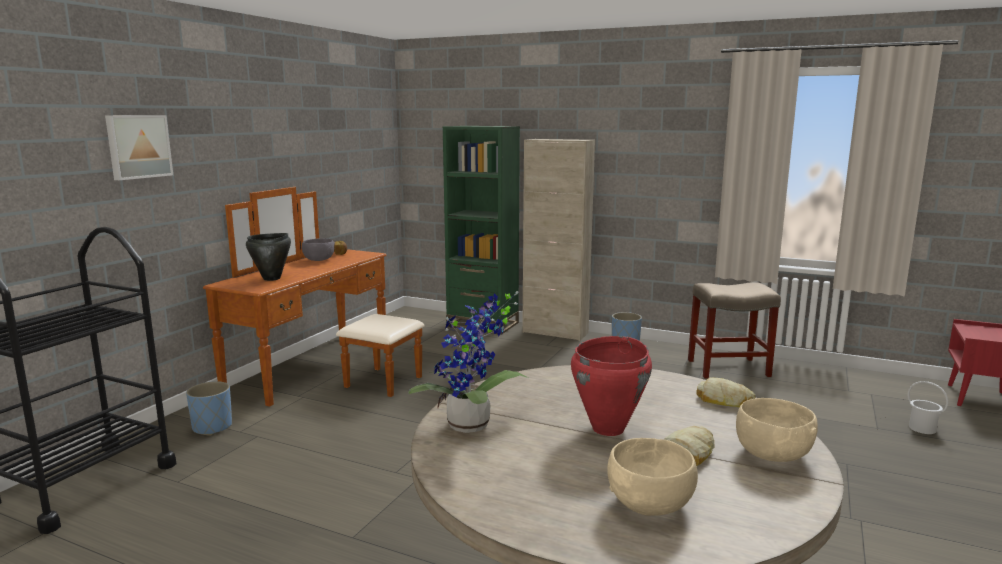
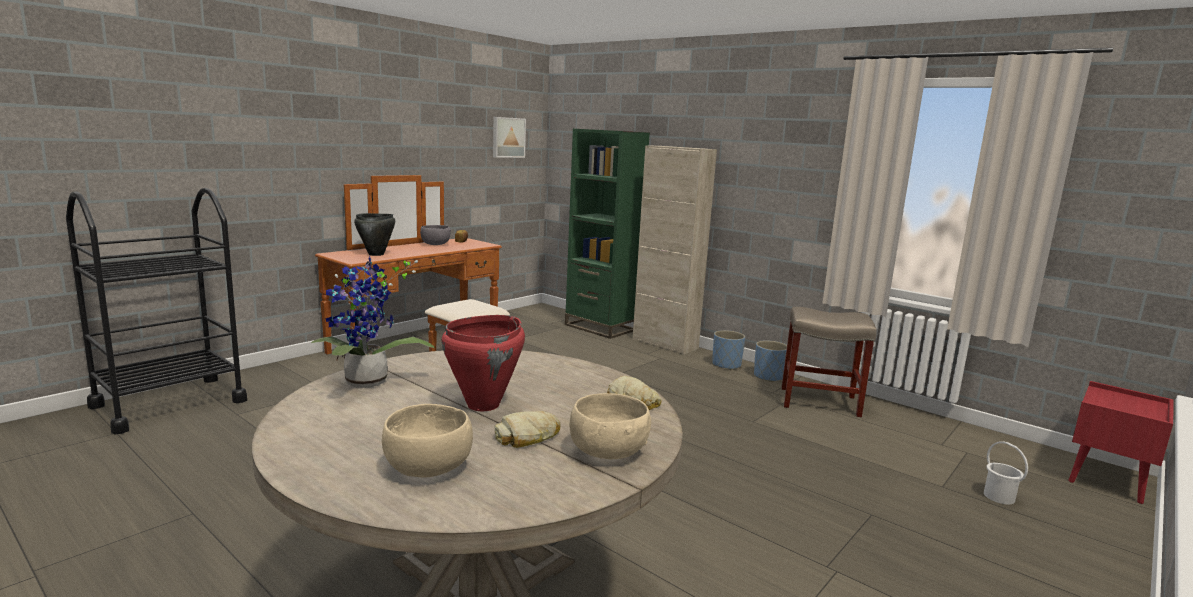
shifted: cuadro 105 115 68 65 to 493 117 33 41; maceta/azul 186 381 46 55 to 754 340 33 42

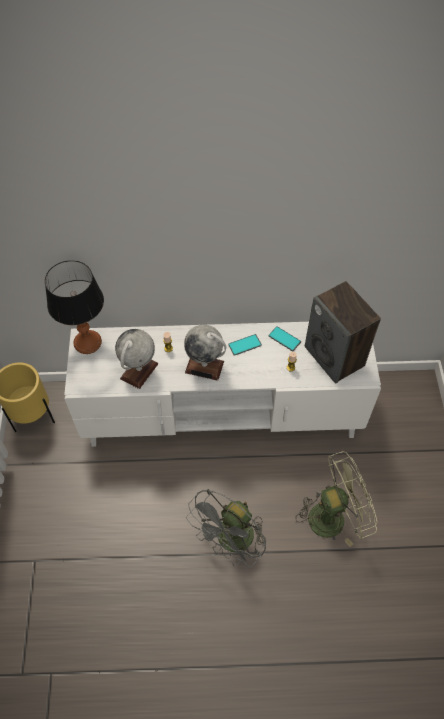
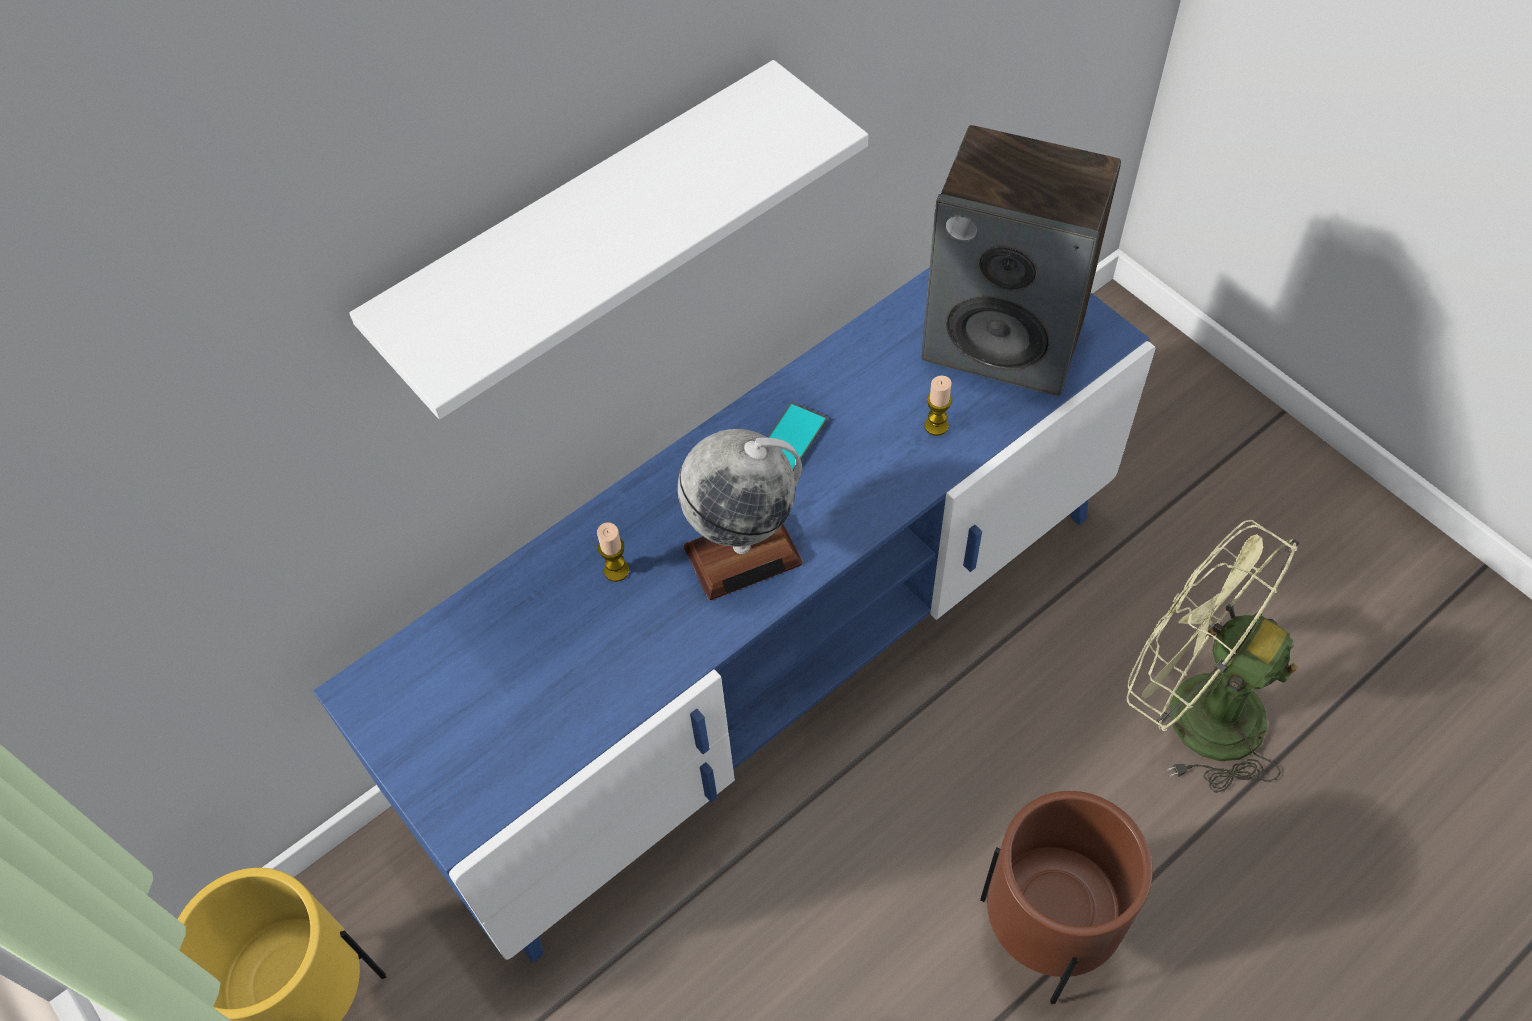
gone: lámpara de mesa 45 260 59 94; globo terráqueo 115 329 43 60; móvil 269 326 32 25
new: estante/blanco 349 60 519 359
swapped: ventilador/gris 186 489 80 78 to maceta/marrón 980 791 173 213
repainted: mueble de televisión/blanco 64 322 317 125 to mueble de televisión/azul 313 267 843 696
rotated: ventilador/verde 296 451 81 96 = 1127 520 172 273 90 degrees counterclockwise

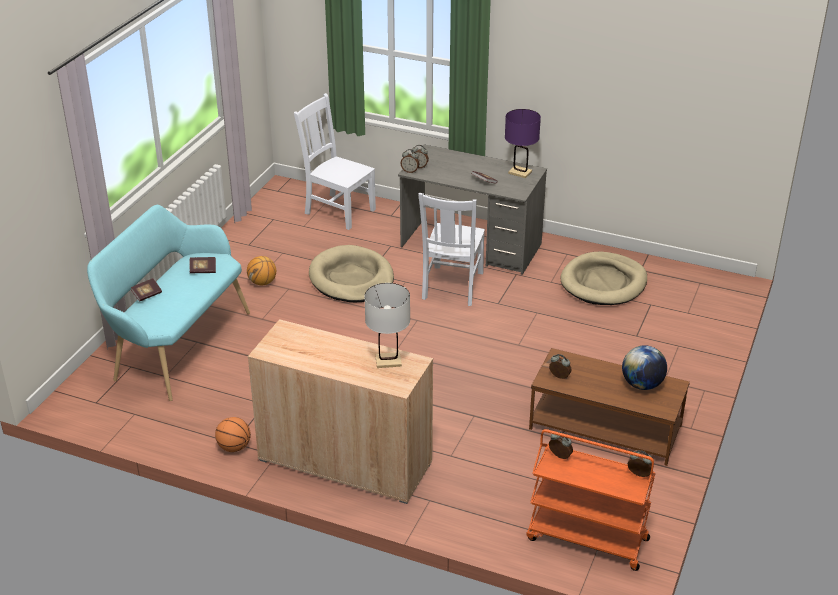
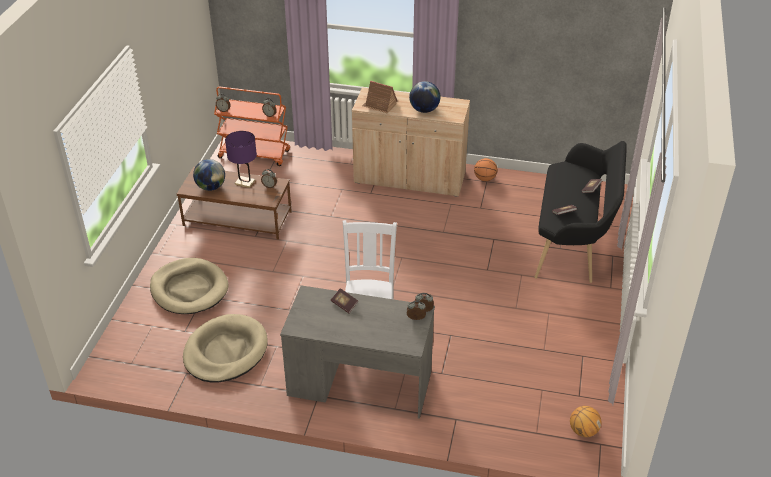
gone: silla/blanco 294 93 82 137
new: globo terráqueo 409 81 31 32
shifted: cama para perro/beis 309 245 85 57 to 150 258 78 56; lámpara de mesa/morado 505 109 36 69 to 225 131 32 57; balón de baloncesto 247 256 29 29 to 570 406 31 31
swapped: lámpara de mesa/blanco 364 283 46 85 to casita 362 81 35 32
repainted: banco/turquesa 87 205 163 196 to banco/negro 534 141 93 142

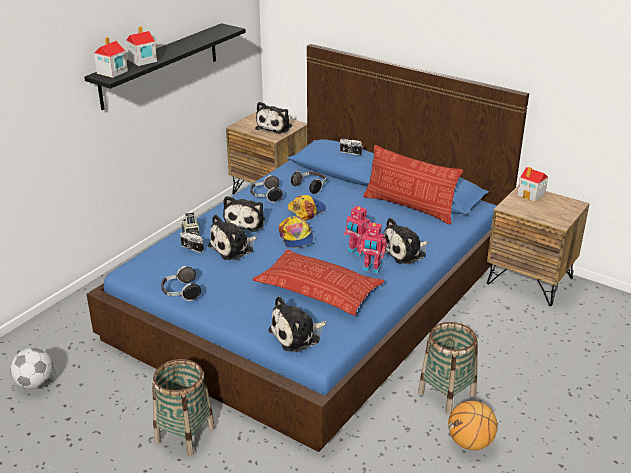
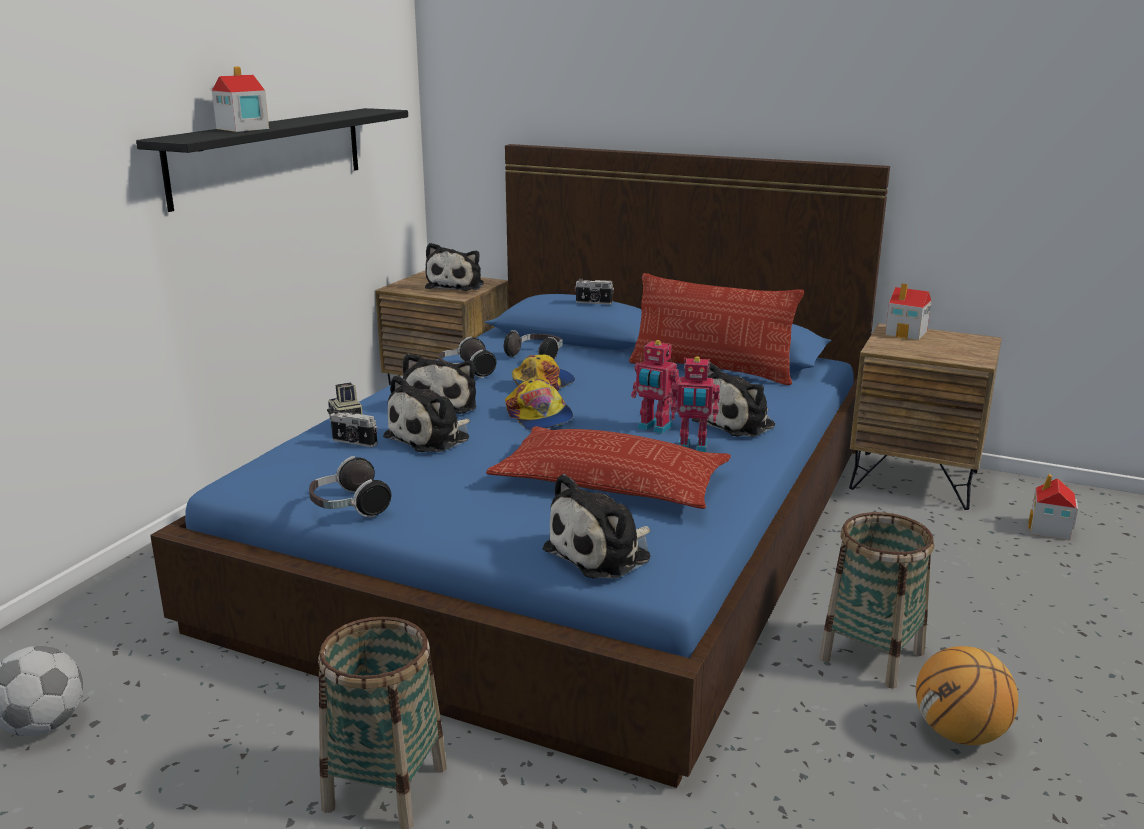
shifted: casita 94 37 34 41 to 1028 474 50 67

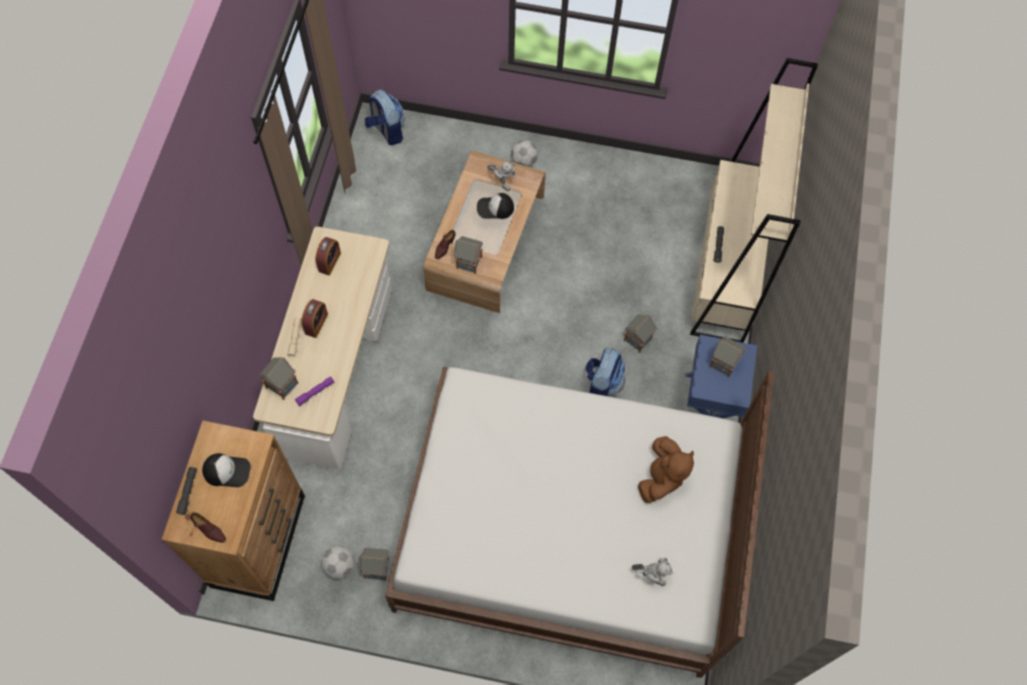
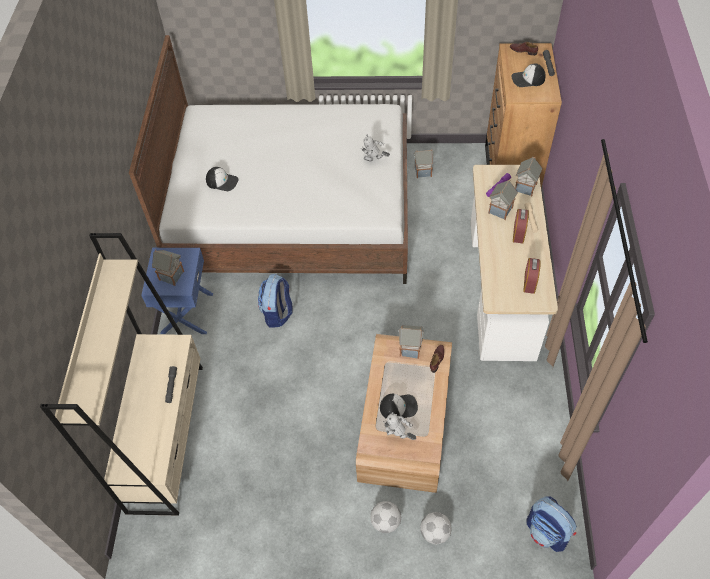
shifted: robot de juguete 632 558 42 28 to 361 134 29 28; balón de fútbol 321 546 33 33 to 420 512 31 33; casita 624 314 33 39 to 488 180 30 40
swapped: peluche/marrón 638 436 56 67 to gorra 206 167 33 24

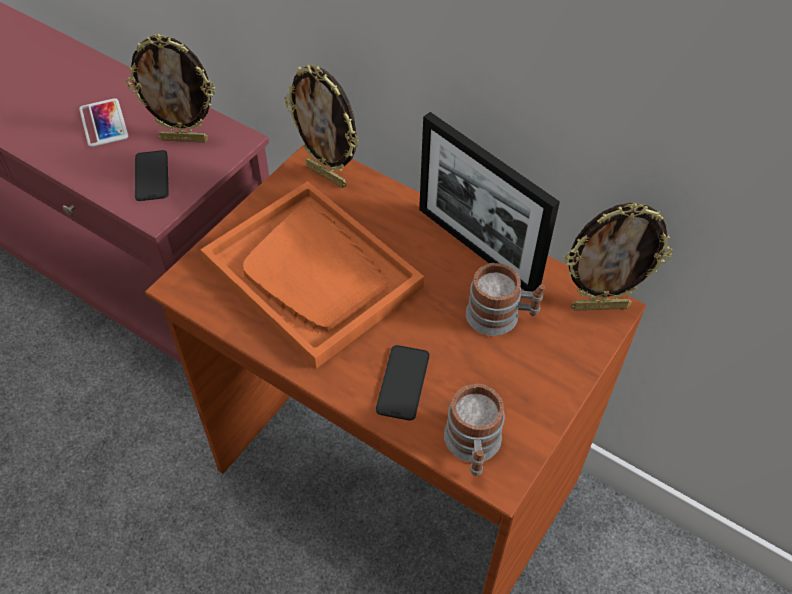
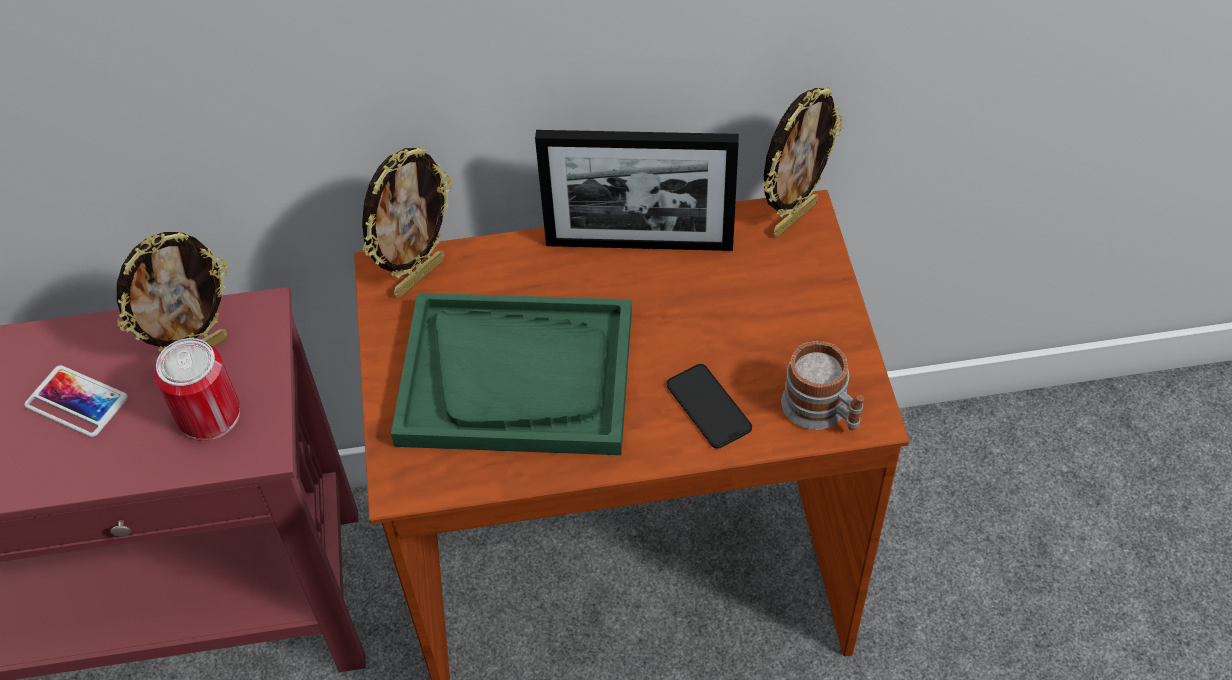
gone: taza grande 466 263 79 73
swapped: móvil 135 150 34 51 to lata 154 338 86 103
repainted: bandeja/naranja 200 181 224 188 to bandeja/verde 391 293 241 162
rotated: portarretratos 284 65 75 123 = 362 146 90 152 45 degrees counterclockwise

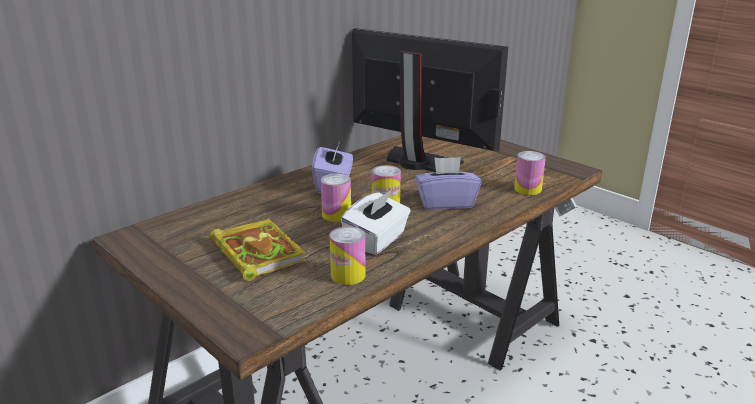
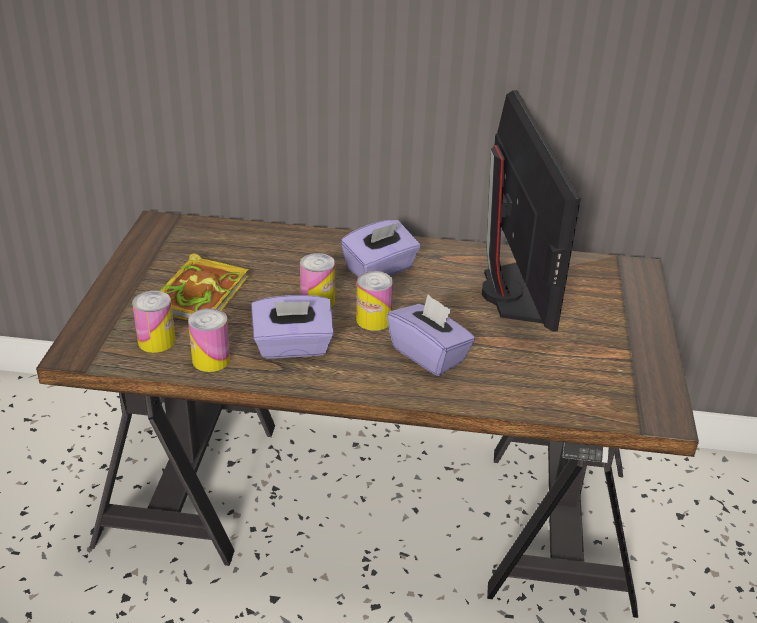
shifted: lata 514 151 32 44 to 132 291 44 62
repainted: caja de pañuelos/blanco 341 190 70 65 to caja de pañuelos/morado 251 295 83 64

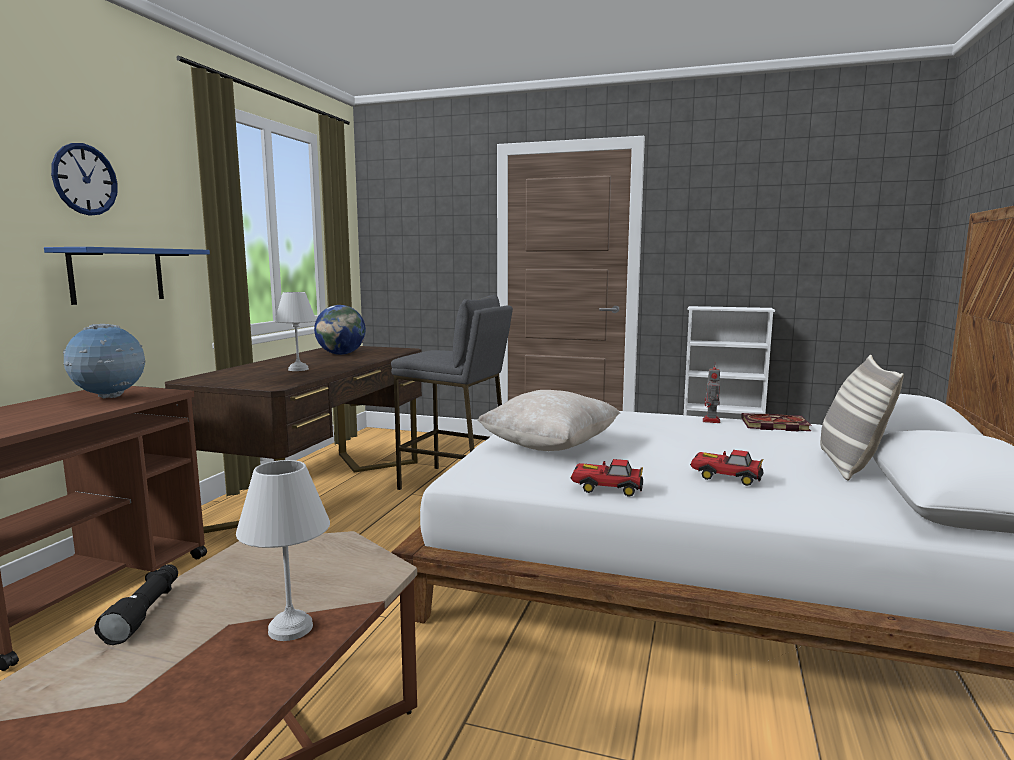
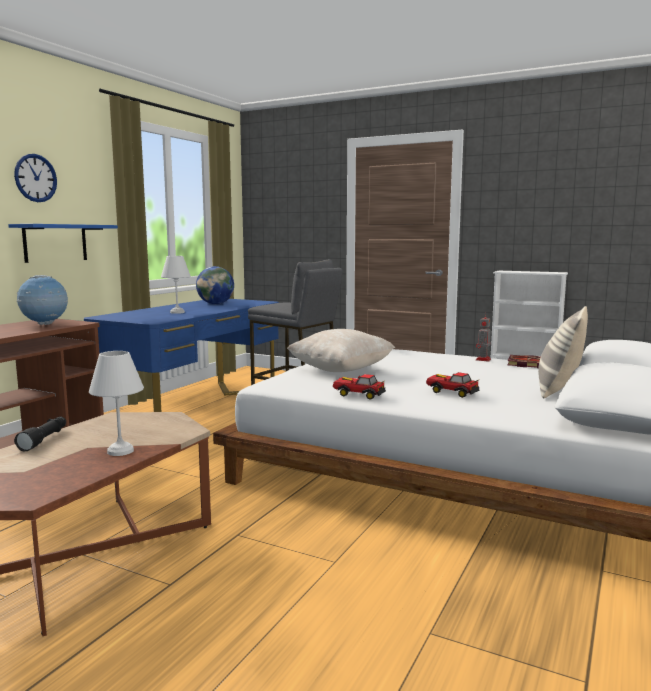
repainted: escritorio/marrón 165 346 257 187 to escritorio/azul 84 299 195 113

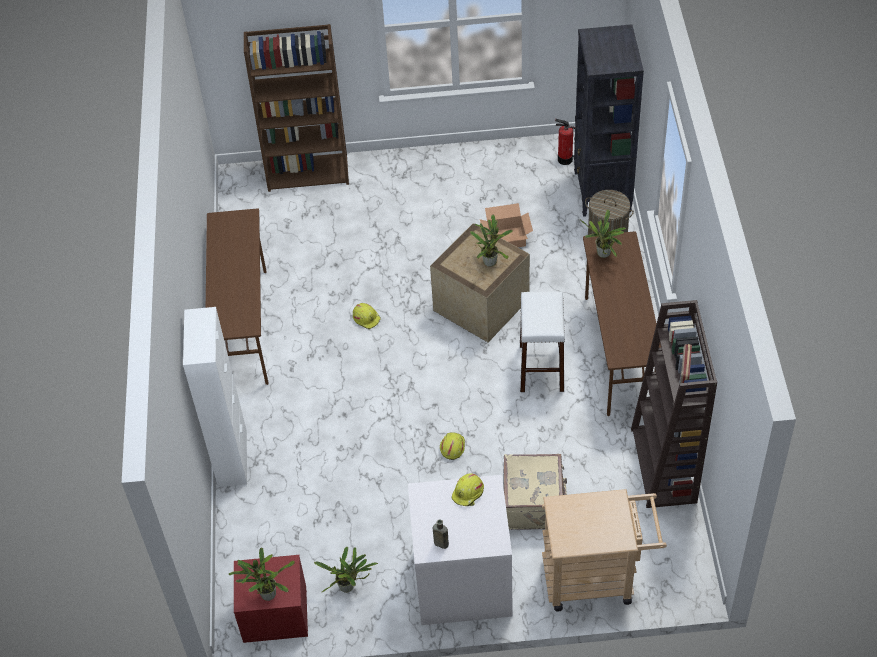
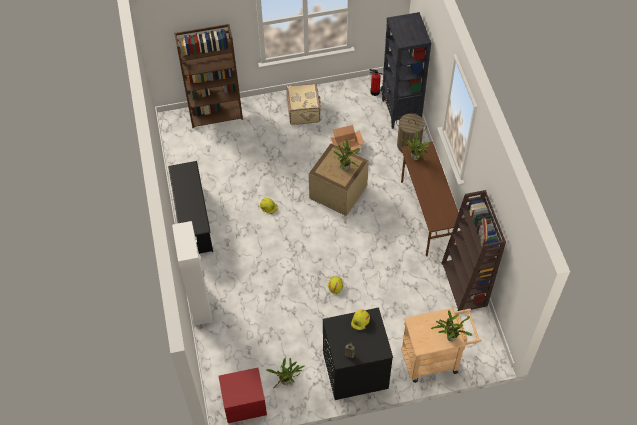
gone: taburete/blanco 520 291 45 101
shifted: maleta/beis 504 454 63 76 to 286 83 35 42; planta en maceta 228 548 67 53 to 431 310 41 32
swapped: escritorio/marrón 206 208 62 177 to zapatero/negro 168 161 45 93
repainted: lavadora/blanco 408 475 105 150 to lavadora/negro 323 307 70 93

